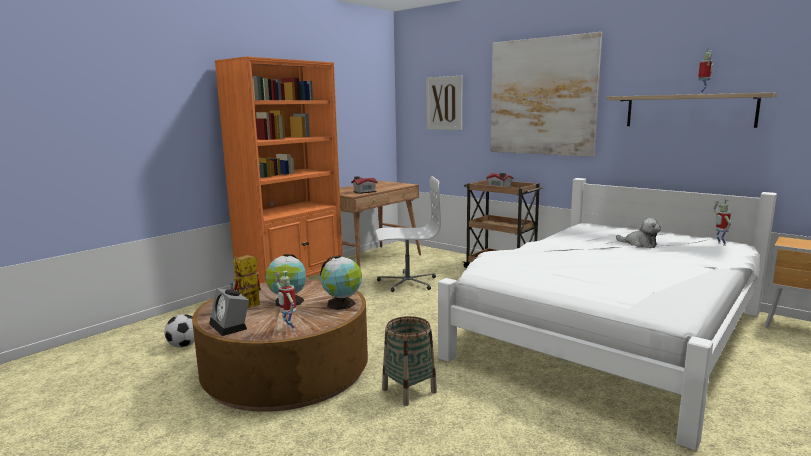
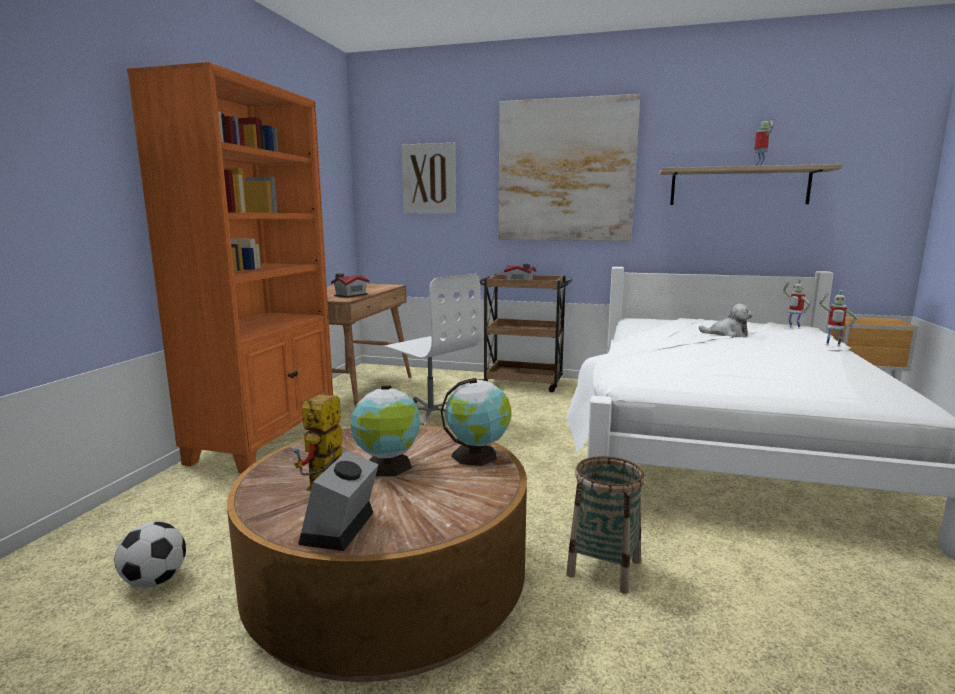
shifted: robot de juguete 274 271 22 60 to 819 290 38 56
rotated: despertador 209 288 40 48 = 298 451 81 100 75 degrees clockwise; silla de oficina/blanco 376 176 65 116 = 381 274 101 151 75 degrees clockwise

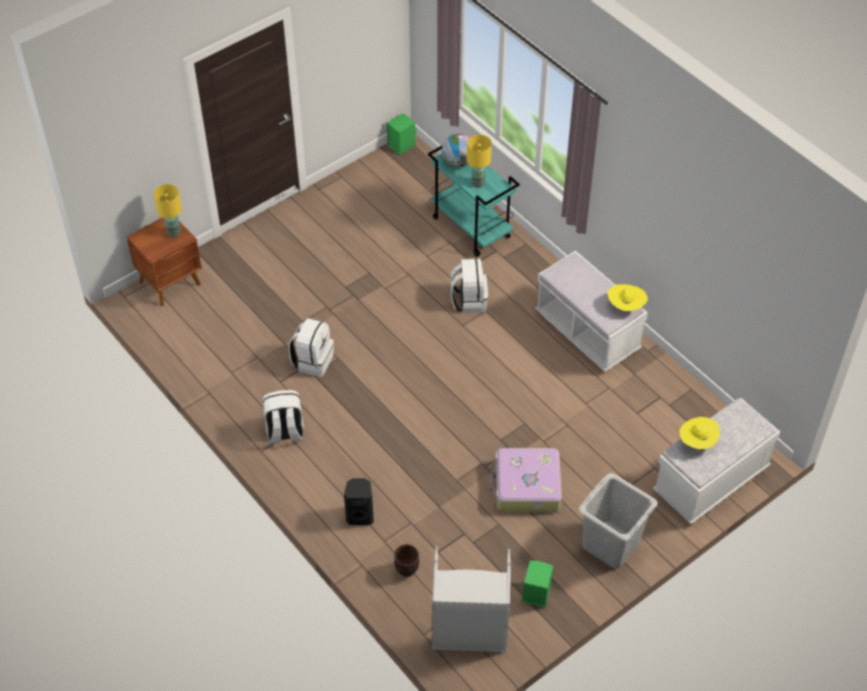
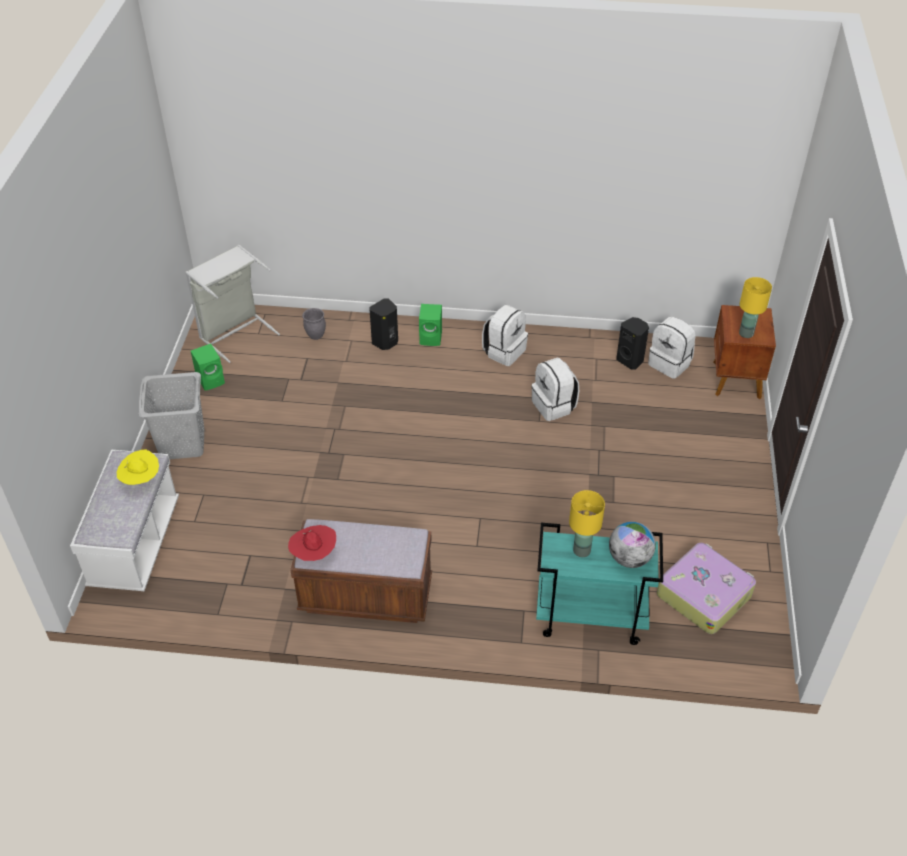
new: altavoz/negro 617 317 32 53
shifted: altavoz/verde 387 113 29 42 to 419 304 23 42; mochila/blanco 451 259 37 54 to 648 317 48 62; maleta 489 448 73 64 to 657 543 99 91
repainted: sombrero/amarillo 608 284 40 27 to sombrero/rojo 288 525 48 36; banco/blanco 535 251 113 121 to banco/marrón 290 519 142 104; maceta/marrón 394 544 25 33 to maceta/gris 302 308 24 32

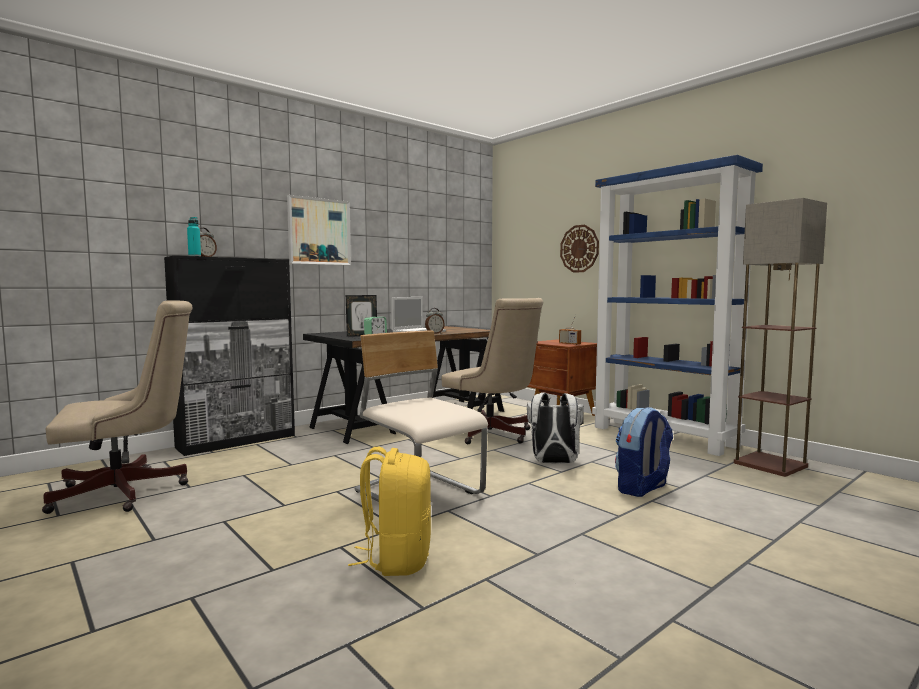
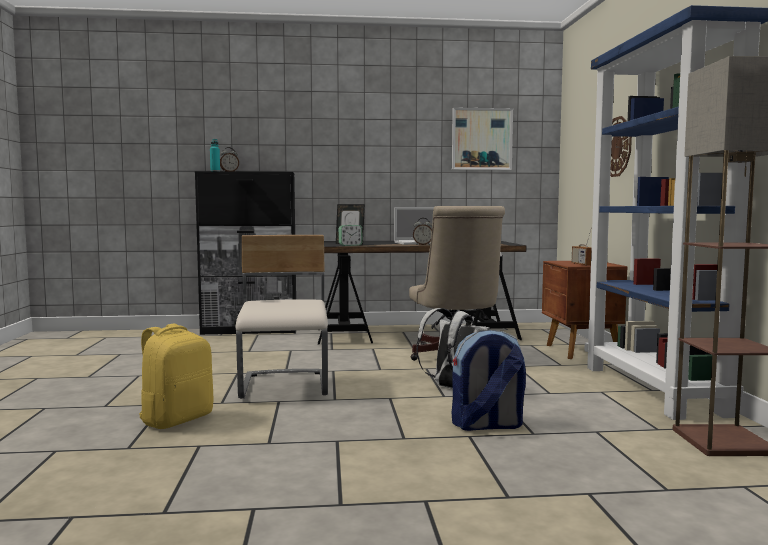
gone: silla de oficina/beis 42 300 150 214
shifted: cuadro 287 195 64 70 to 452 107 61 63

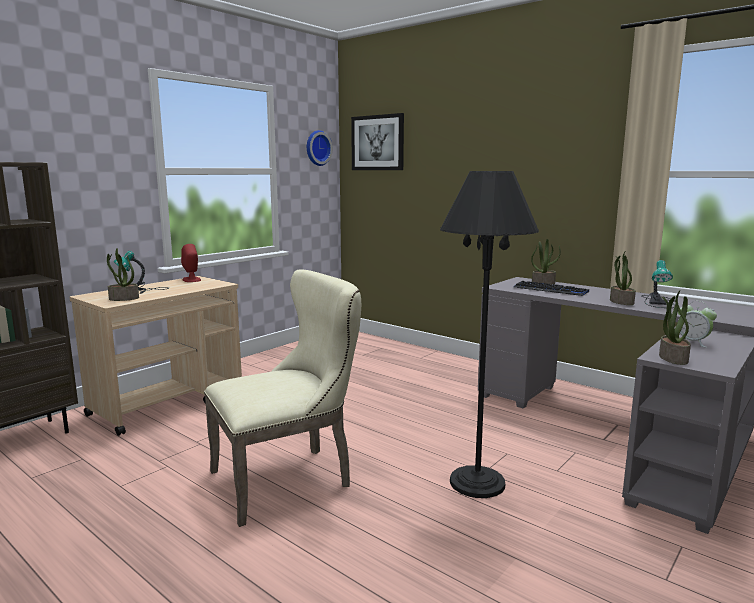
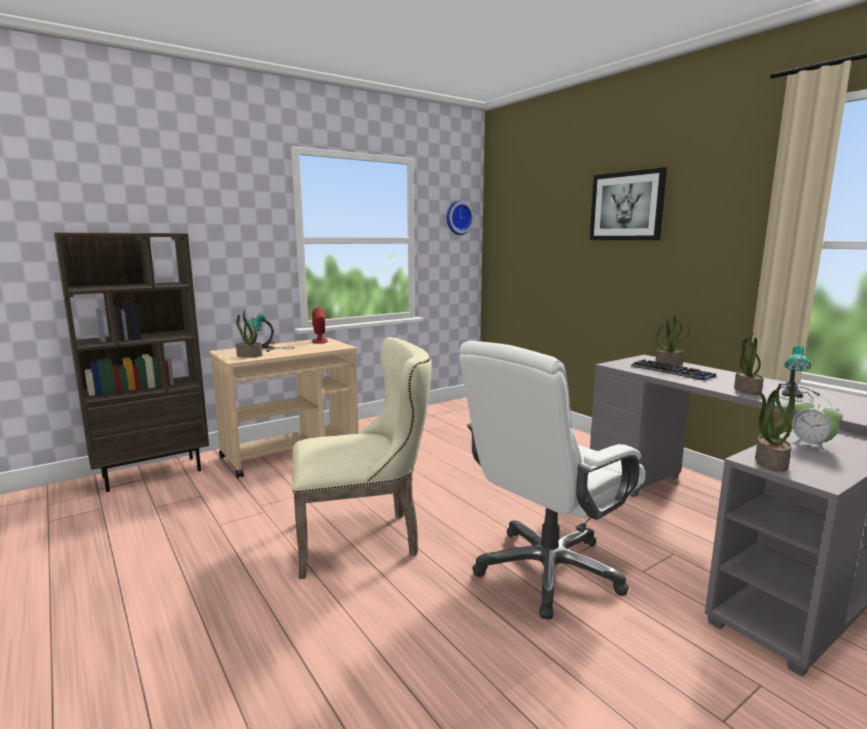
shifted: cuadro 351 113 53 57 to 590 167 77 73
swapped: lámpara de pie/negro 440 171 99 327 to silla de oficina/blanco 459 341 186 279

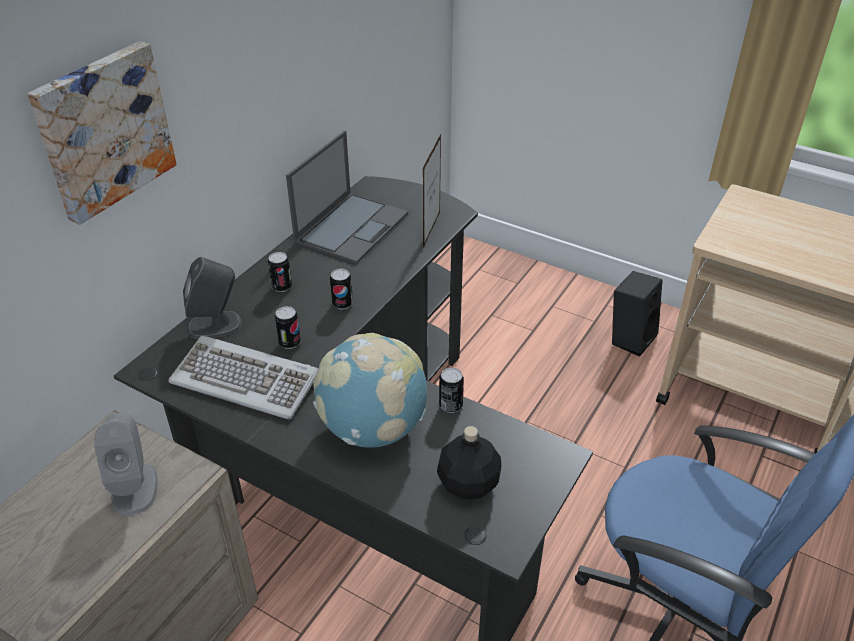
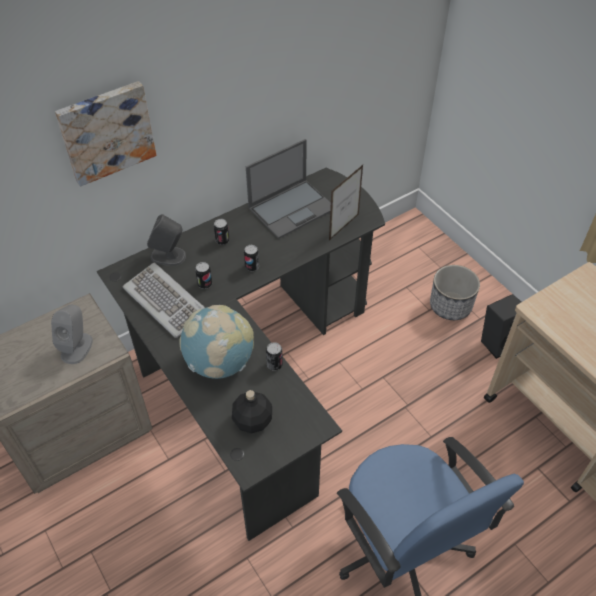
new: maceta 430 265 50 55

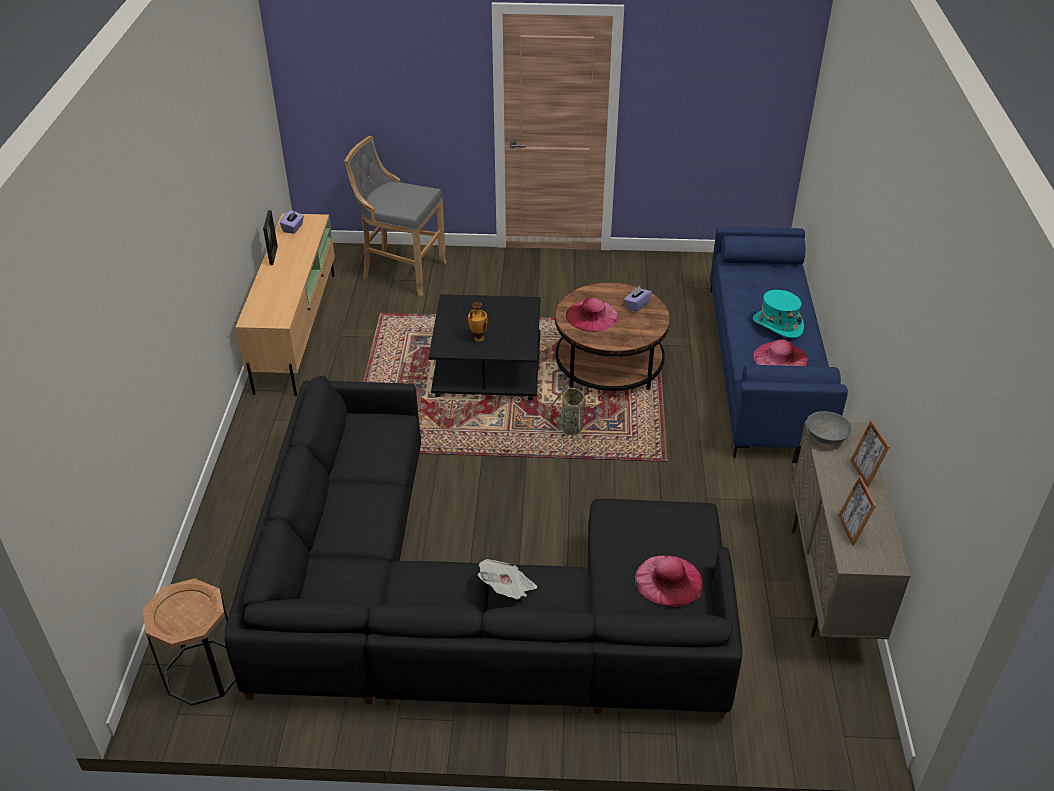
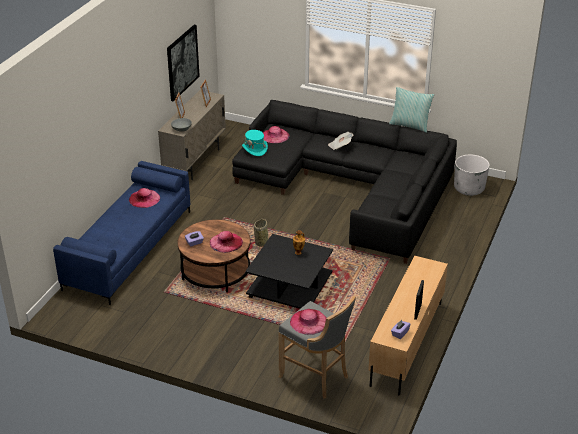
new: cuadro 167 25 33 77; sombrero/rosa 290 309 36 26; cojín 389 87 45 46
shifted: sombrero/turquesa 753 290 51 48 to 242 130 26 26
swapped: mesa auxiliar/marrón 143 578 93 128 to maceta/blanco 454 155 36 41

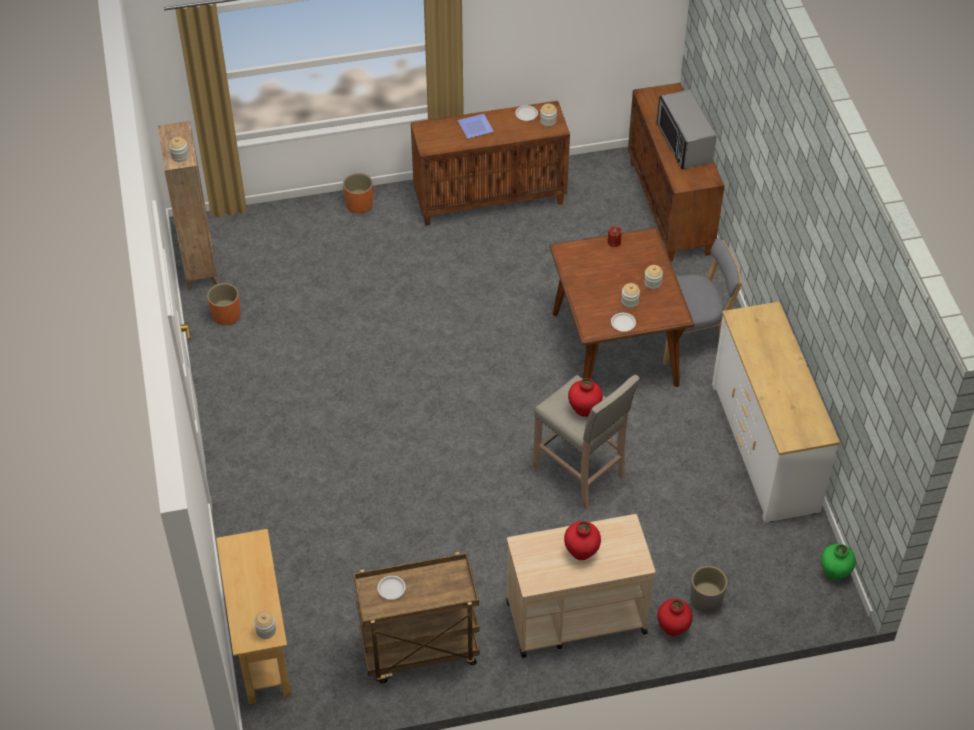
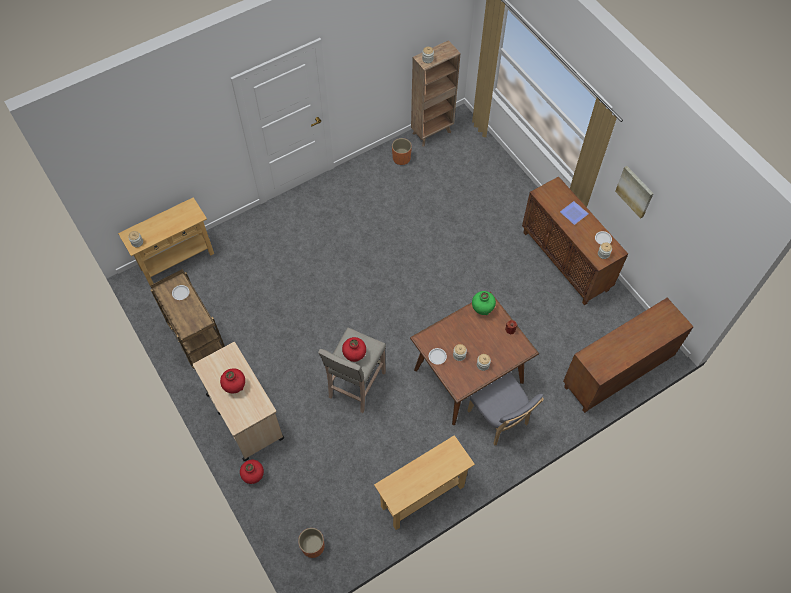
gone: microondas 657 90 60 79; maceta/gris 690 566 38 47
new: cuadro 615 166 39 53
shifted: maceta/naranja 343 173 30 40 to 298 528 26 30; florero/verde 821 544 35 36 to 472 291 24 24
swapped: cómoda/blanco 712 302 128 221 to mesa consola/beis 374 435 101 95

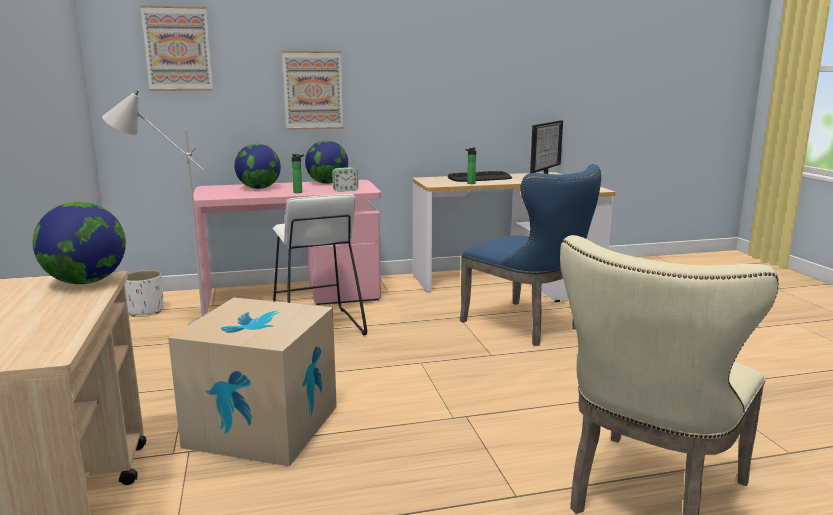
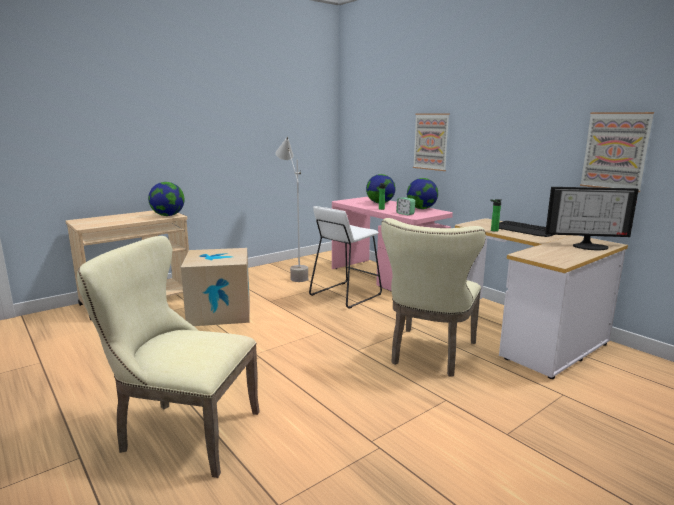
gone: maceta/blanco 125 270 39 47
shifted: cuadro 140 5 73 86 to 580 112 74 80
repainted: silla/azul 460 164 141 182 to silla/beis 381 218 105 159

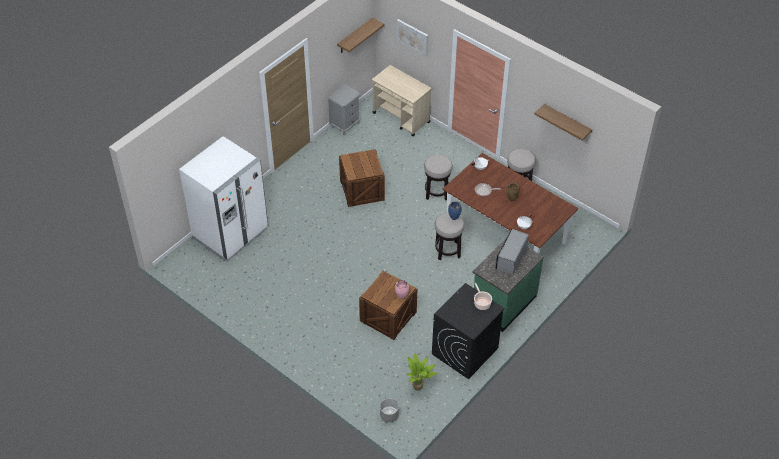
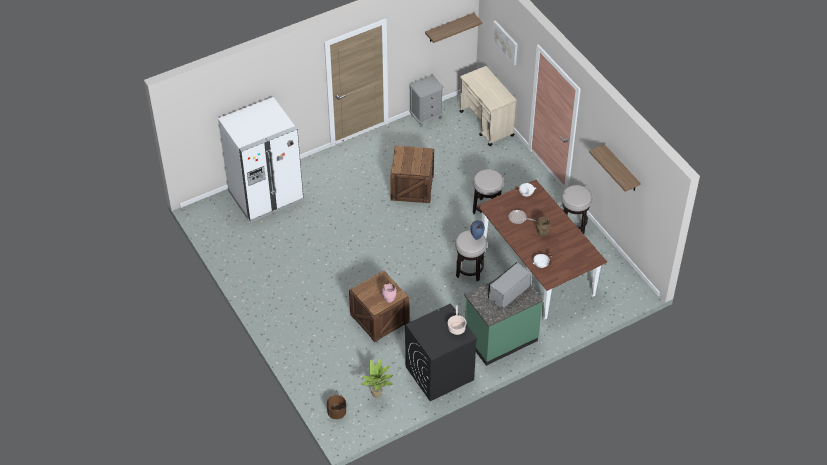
repainted: maceta/gris 380 398 19 24 to maceta/marrón 327 395 19 24

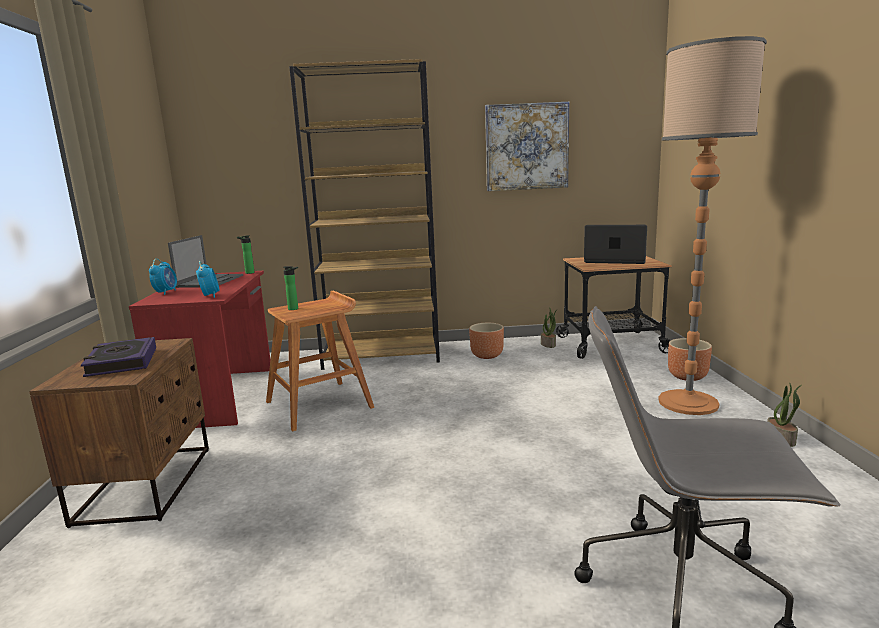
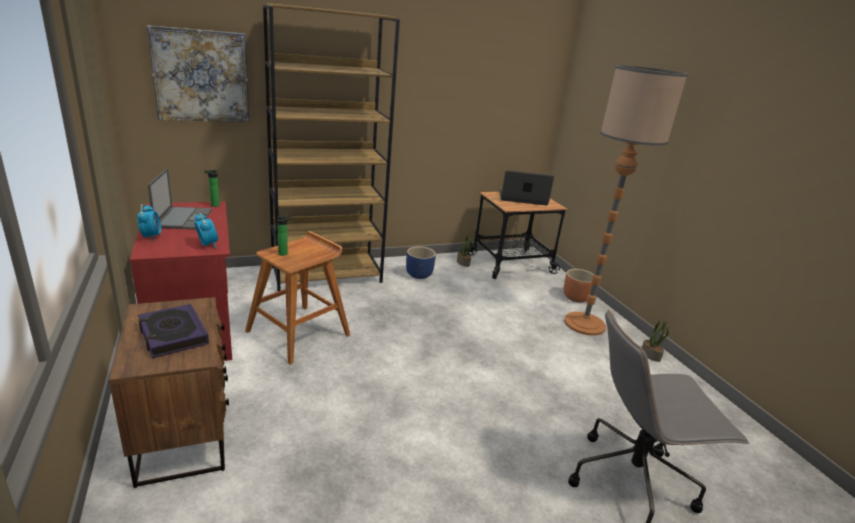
shifted: cuadro 485 102 84 89 to 147 25 102 97
repainted: maceta/marrón 469 323 35 36 to maceta/azul 406 247 30 32

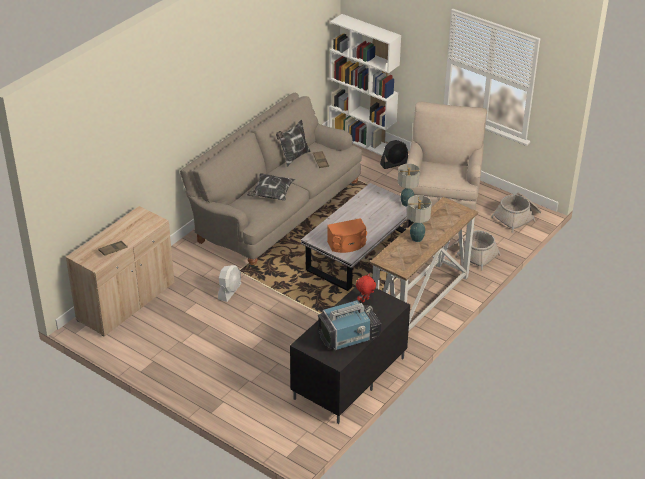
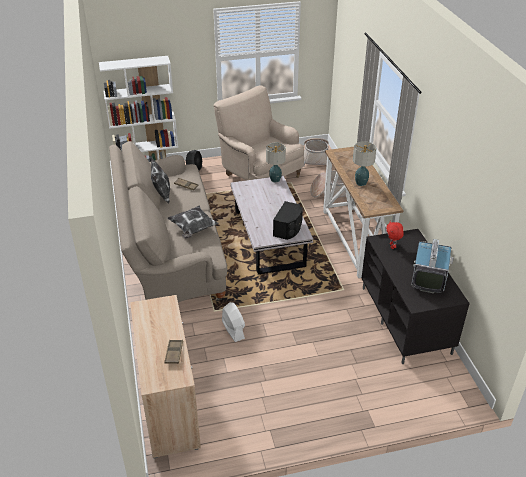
repainted: altavoz/naranja 327 218 40 35 to altavoz/negro 273 201 30 39

